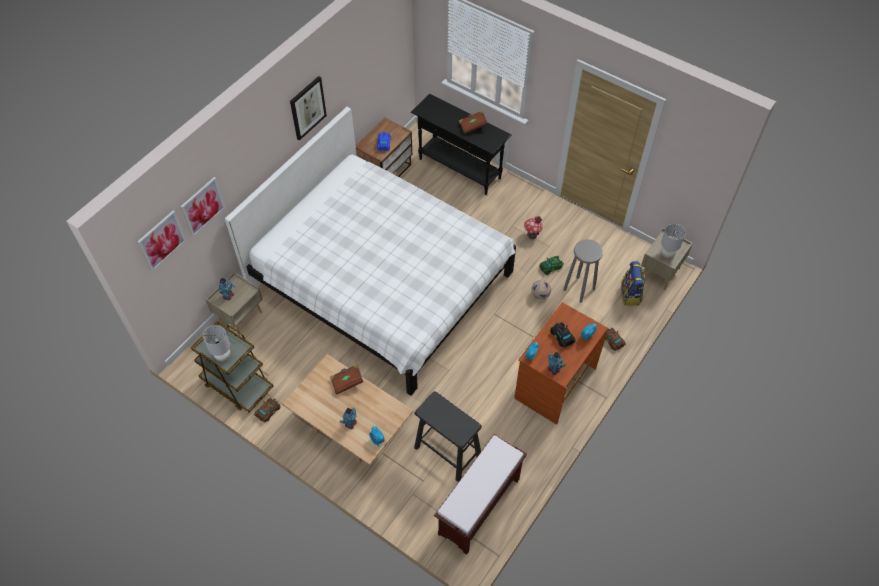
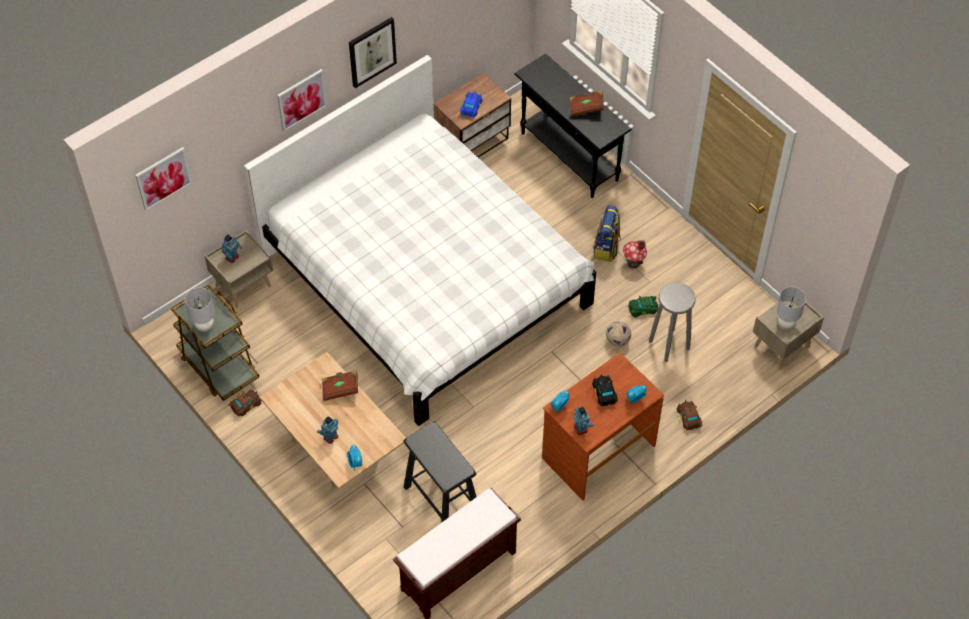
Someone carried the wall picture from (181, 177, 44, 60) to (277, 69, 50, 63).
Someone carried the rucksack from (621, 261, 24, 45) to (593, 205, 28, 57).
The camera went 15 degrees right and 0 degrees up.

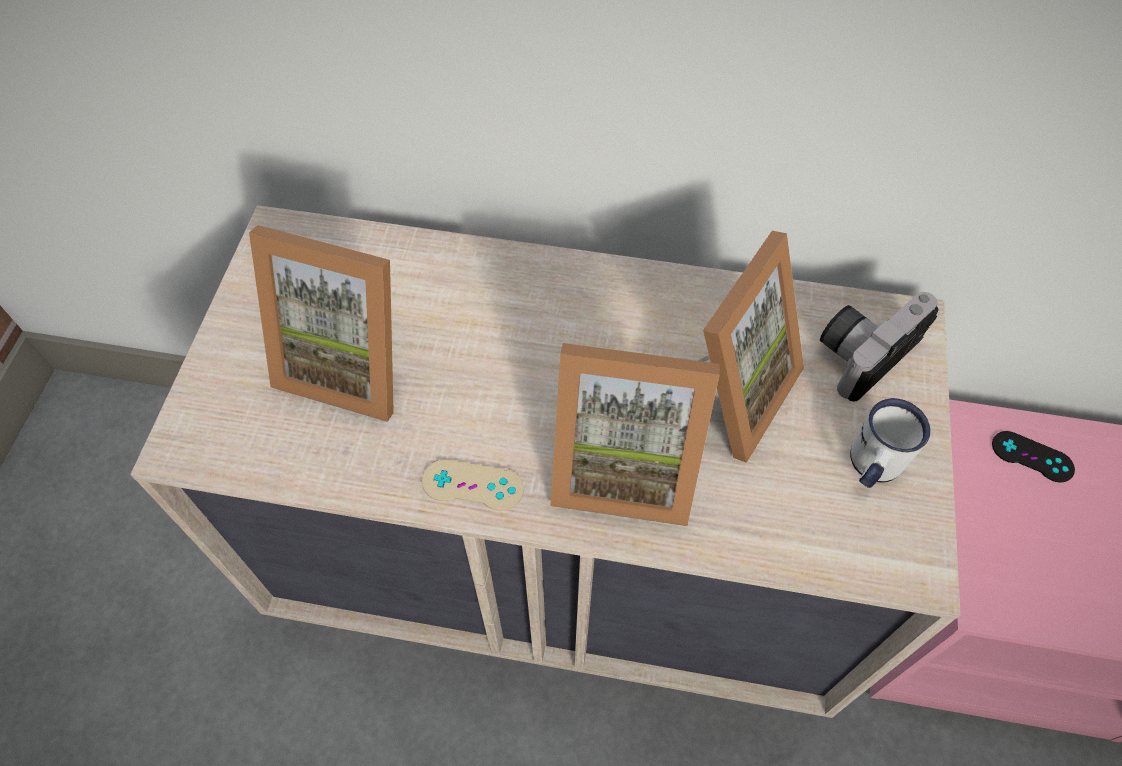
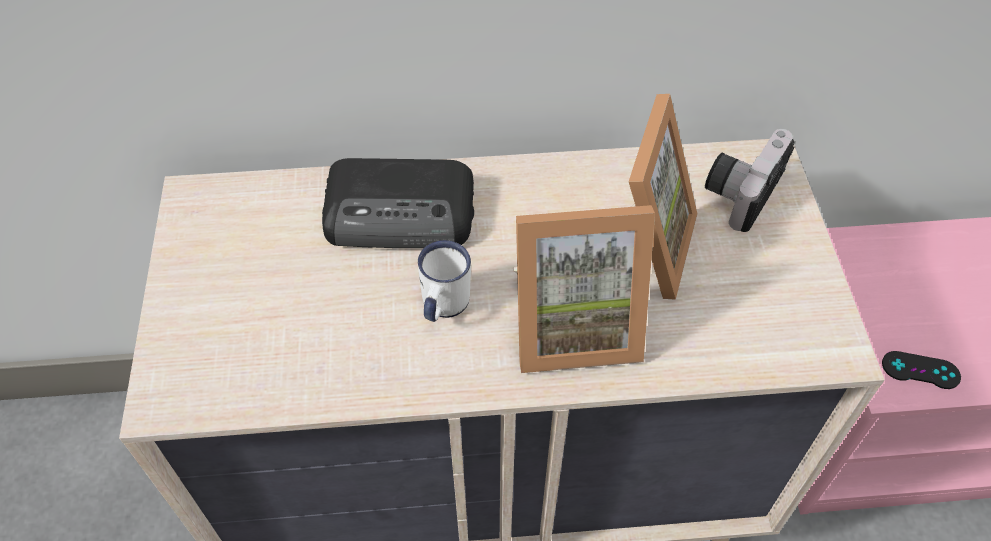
Someone took away the standing frame at (249, 225, 145, 197).
Someone took away the beige-coloured gamepad at (422, 459, 102, 52).
Someone put down the radio receiver at (322, 158, 152, 90).
Someone carried the white-coloured mug from (850, 398, 80, 90) to (418, 240, 53, 82).
Someone carried the blackish gamepad from (992, 431, 83, 52) to (882, 351, 79, 38).
The camera went 15 degrees left and 5 degrees down.

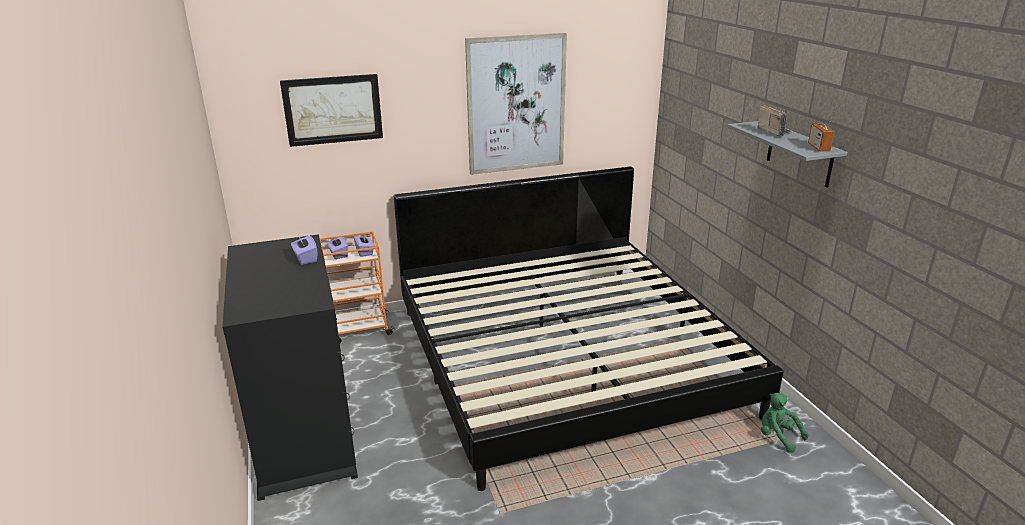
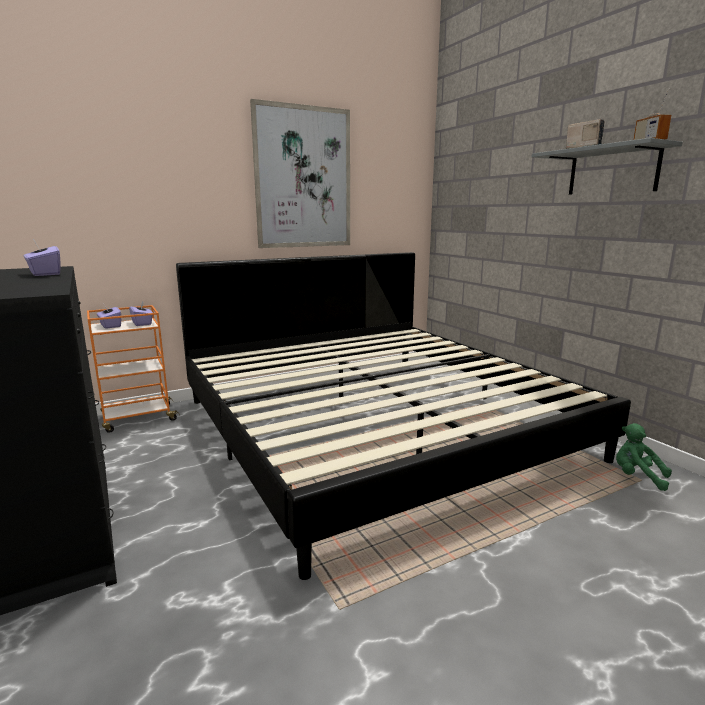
Someone took away the wall picture at (280, 74, 103, 73).
The camera went 10 degrees left and 10 degrees down.

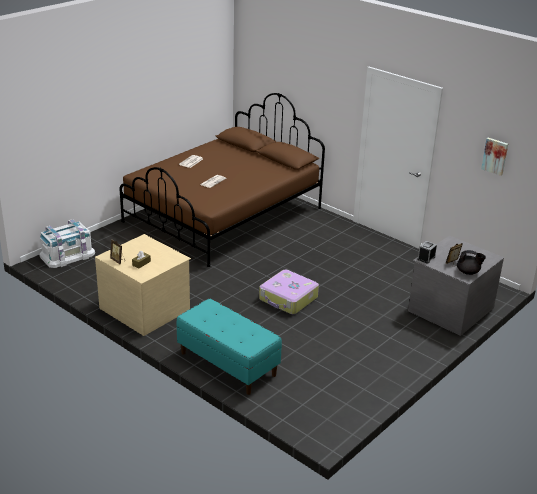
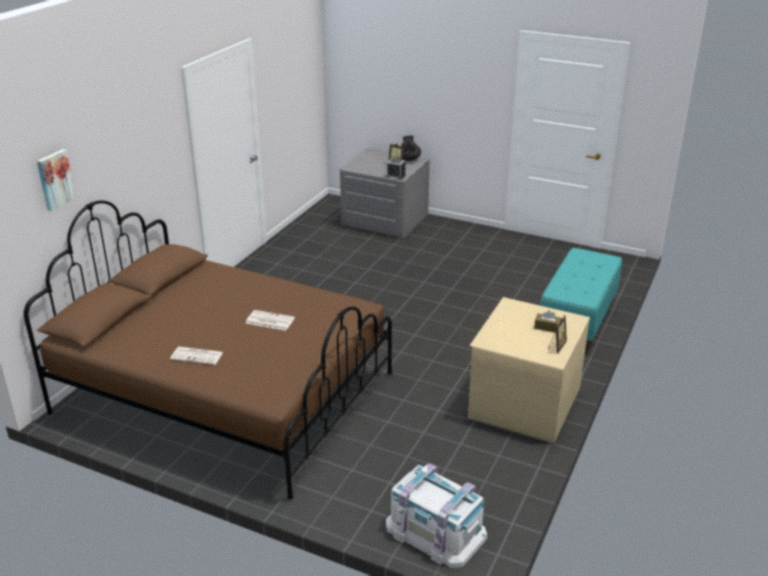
Someone took away the travel case at (259, 270, 60, 44).
Someone carried the wall picture from (481, 138, 27, 38) to (37, 149, 39, 62).
The camera went 105 degrees left and 0 degrees up.

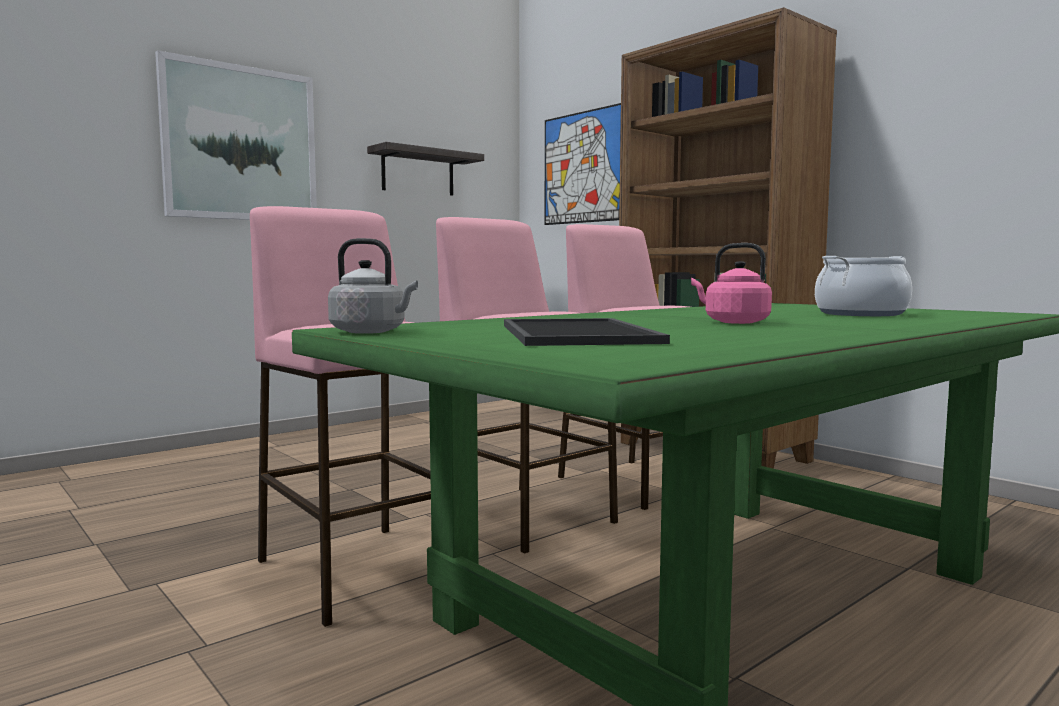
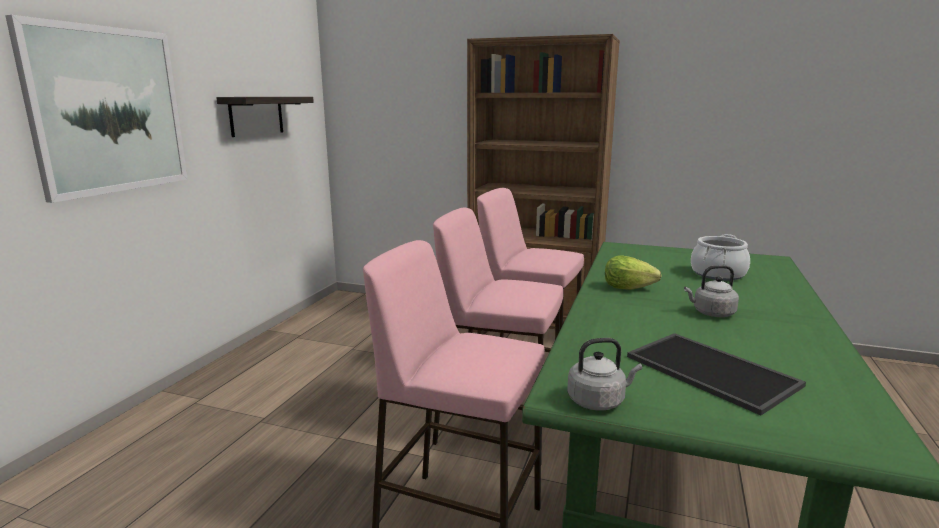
Someone took away the wall picture at (545, 103, 76, 122).
Someone put down the lettuce head at (605, 256, 56, 34).
Someone repainted the pink-coloured kettle at (691, 243, 81, 81), which became the greyish kettle at (684, 265, 55, 52).
The camera went 30 degrees left and 10 degrees up.

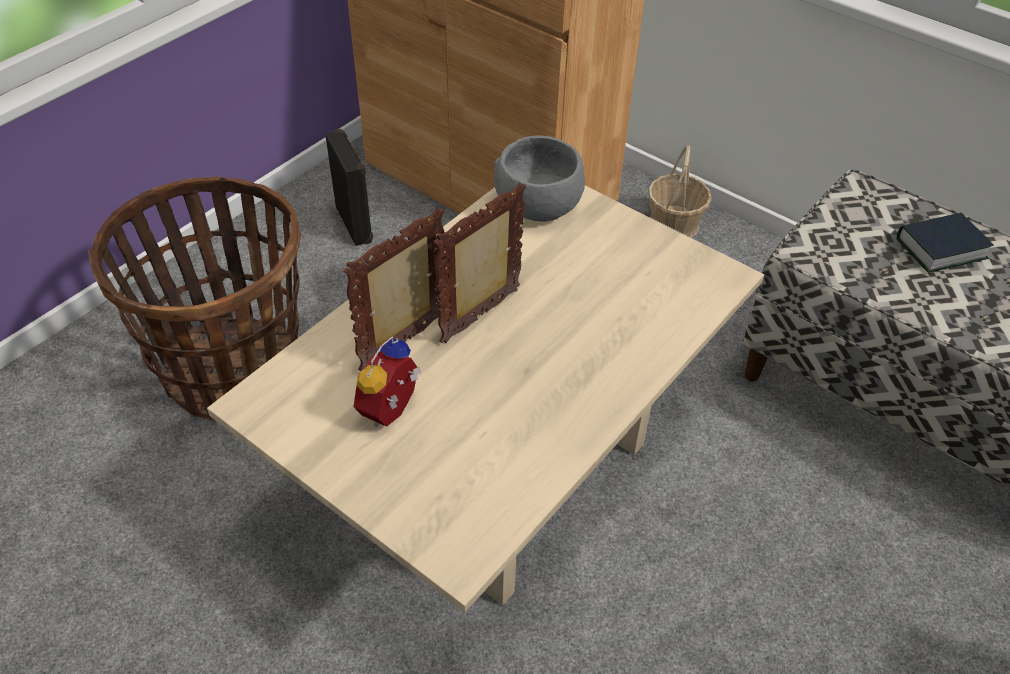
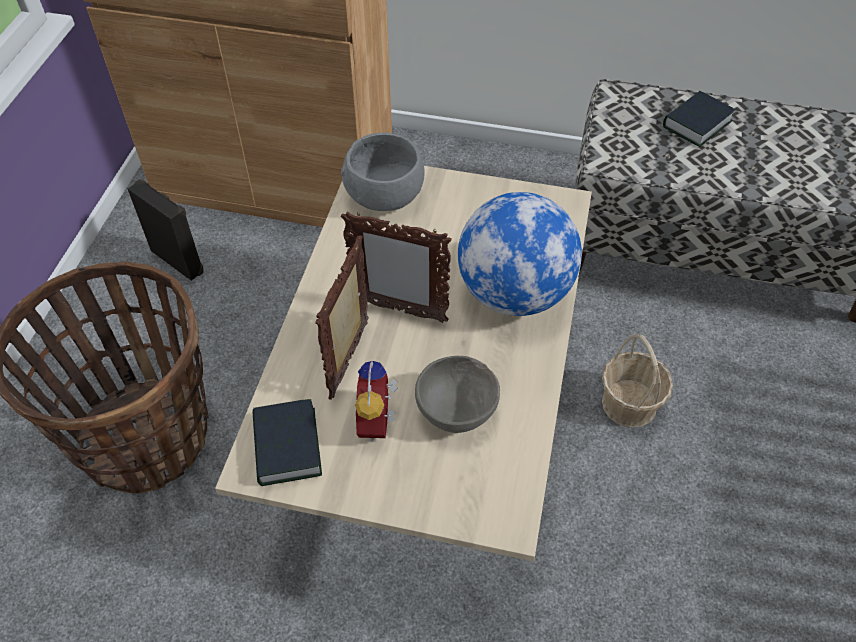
Someone put down the bound book at (253, 399, 69, 87).
Someone put down the greyish serving bowl at (415, 356, 85, 77).
Someone put down the globe at (458, 192, 124, 124).
Someone carried the basket from (648, 145, 64, 93) to (602, 334, 71, 94).
Someone rotated the standing frame at (434, 182, 92, 161) by 90 degrees counterclockwise.
The camera went 25 degrees left and 5 degrees up.

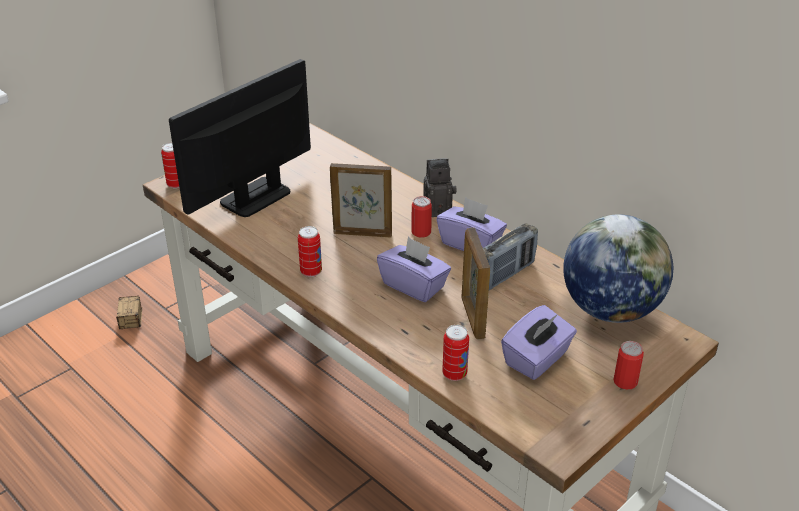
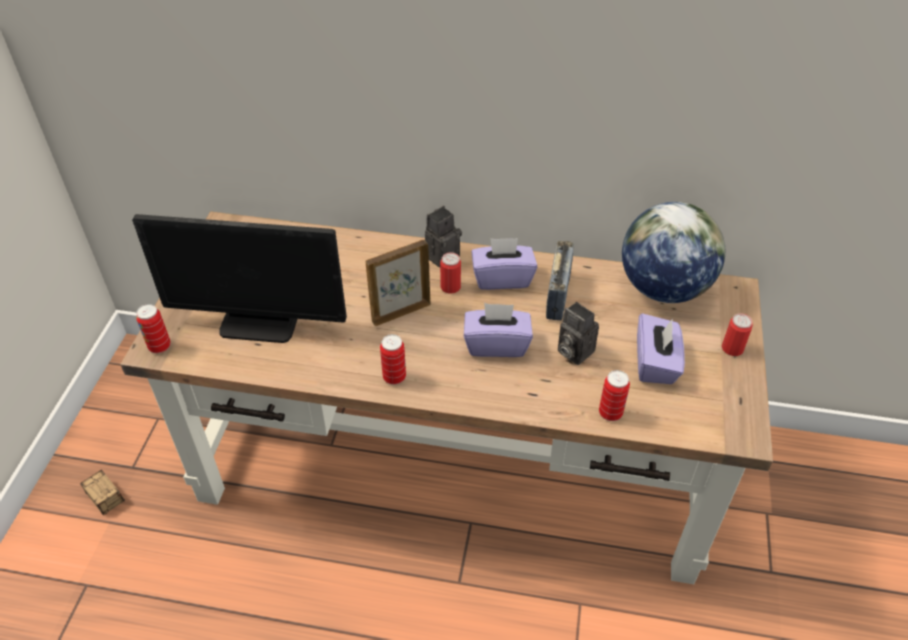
Someone swapped the standing frame at (461, 228, 29, 111) for the still camera at (558, 302, 41, 63).
Someone rotated the computer screen at (169, 59, 142, 158) by 90 degrees counterclockwise.
The camera went 35 degrees left and 10 degrees up.

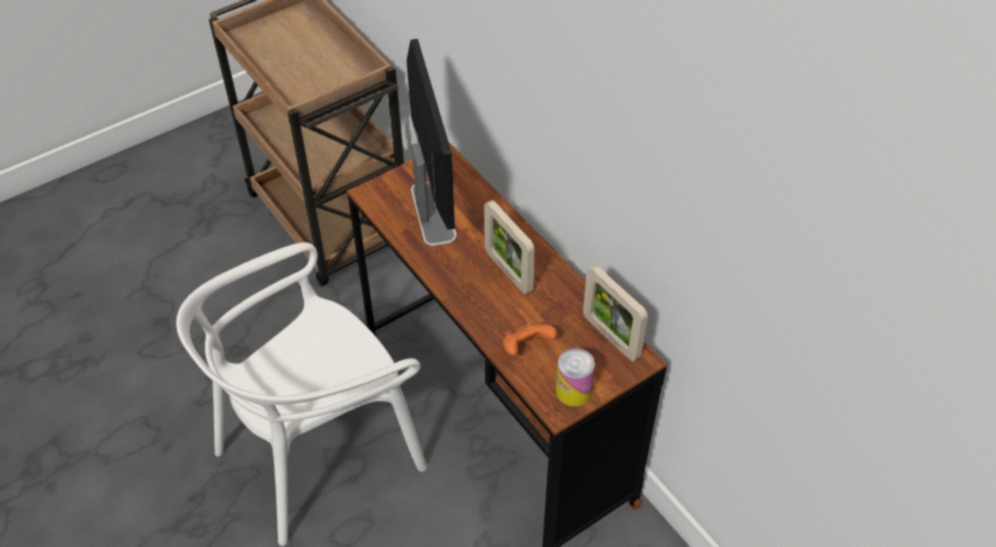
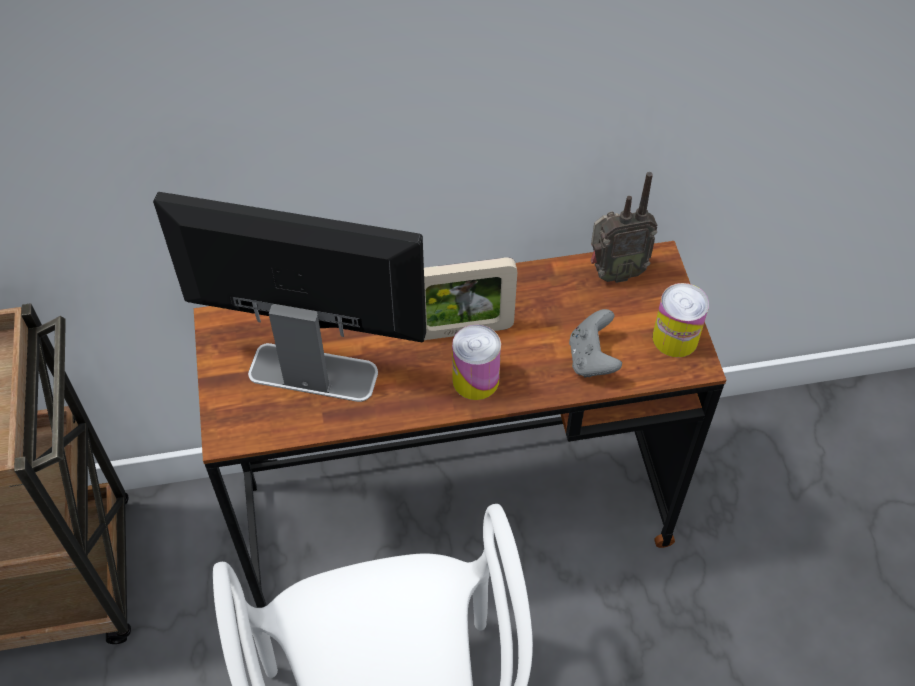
Someone put down the can at (452, 325, 49, 75).
Someone swapped the standing frame at (583, 265, 65, 97) for the radio receiver at (591, 172, 67, 111).
Someone repainted the orange-coloured gamepad at (503, 323, 54, 33), which became the greyish gamepad at (569, 309, 53, 69).
The camera went 65 degrees left and 5 degrees up.

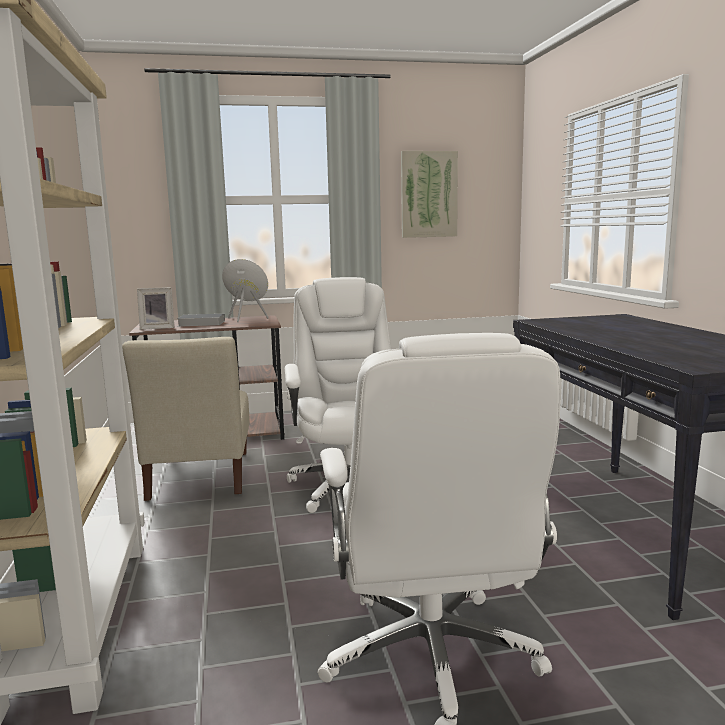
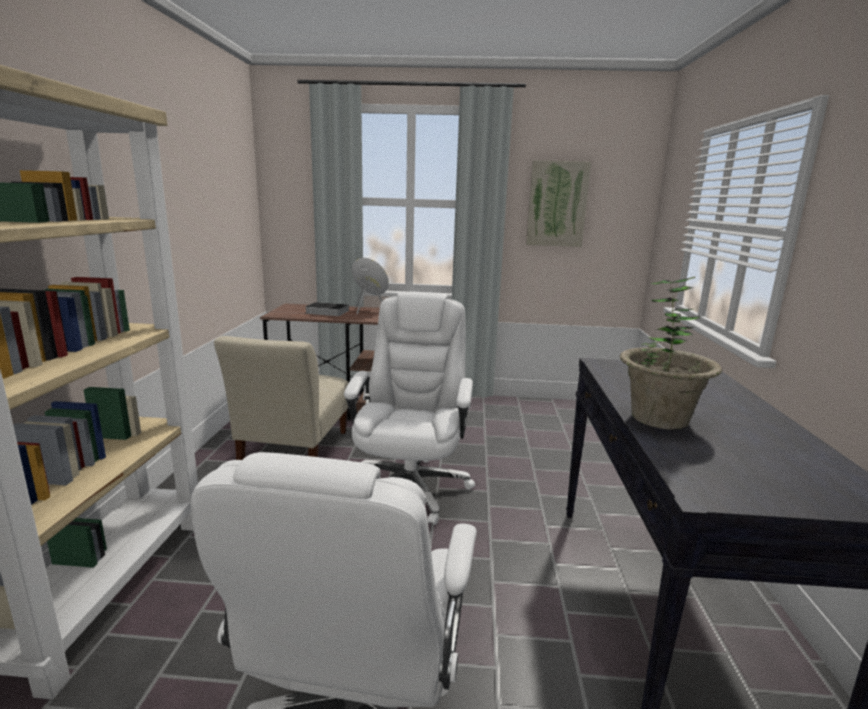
Someone took away the standing frame at (137, 287, 37, 43).
Someone put down the plant in a pot at (620, 276, 102, 153).
The camera went 15 degrees right and 5 degrees up.

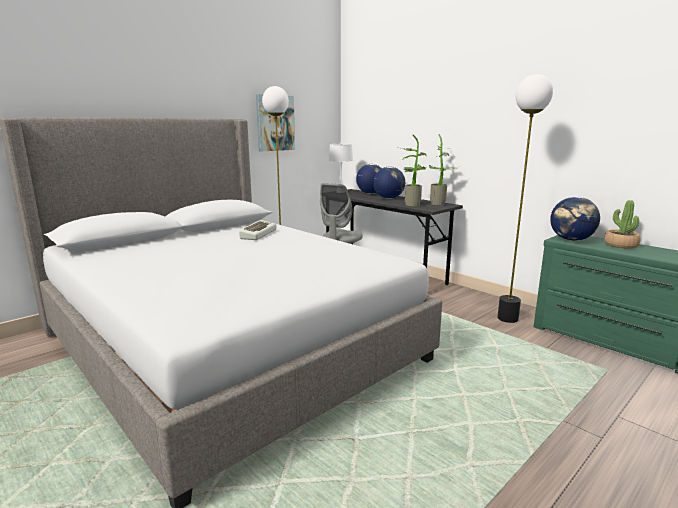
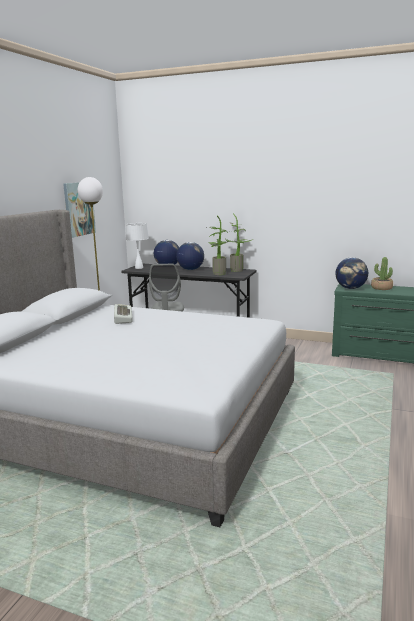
Someone took away the standard lamp at (497, 74, 56, 249).
The camera went 25 degrees left and 0 degrees up.

